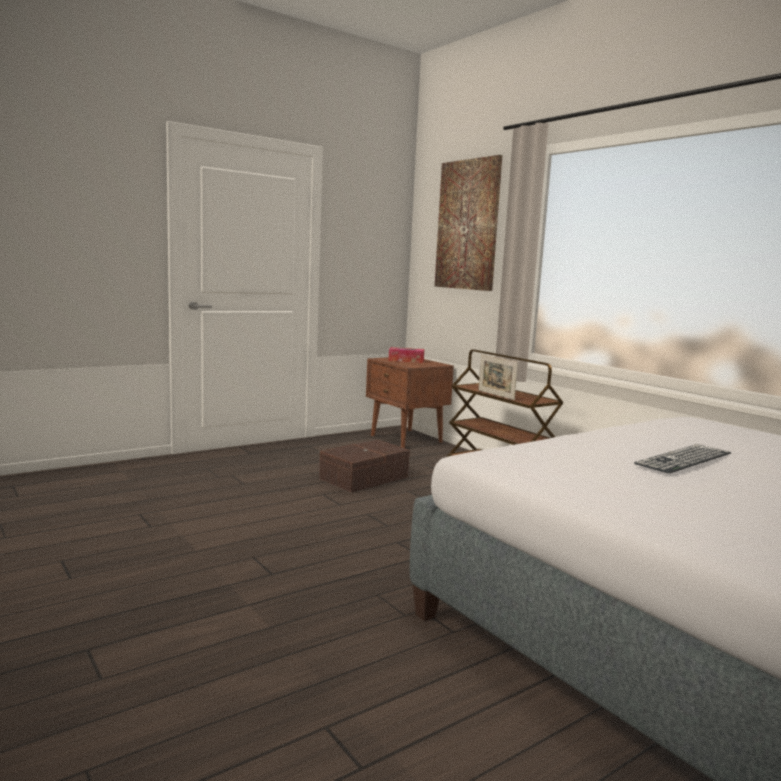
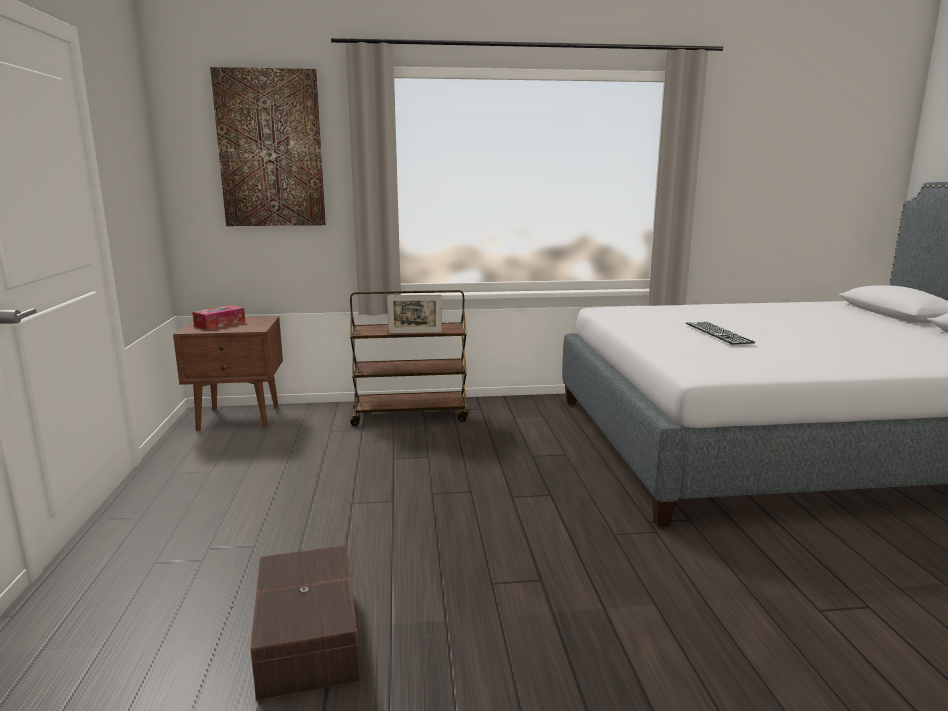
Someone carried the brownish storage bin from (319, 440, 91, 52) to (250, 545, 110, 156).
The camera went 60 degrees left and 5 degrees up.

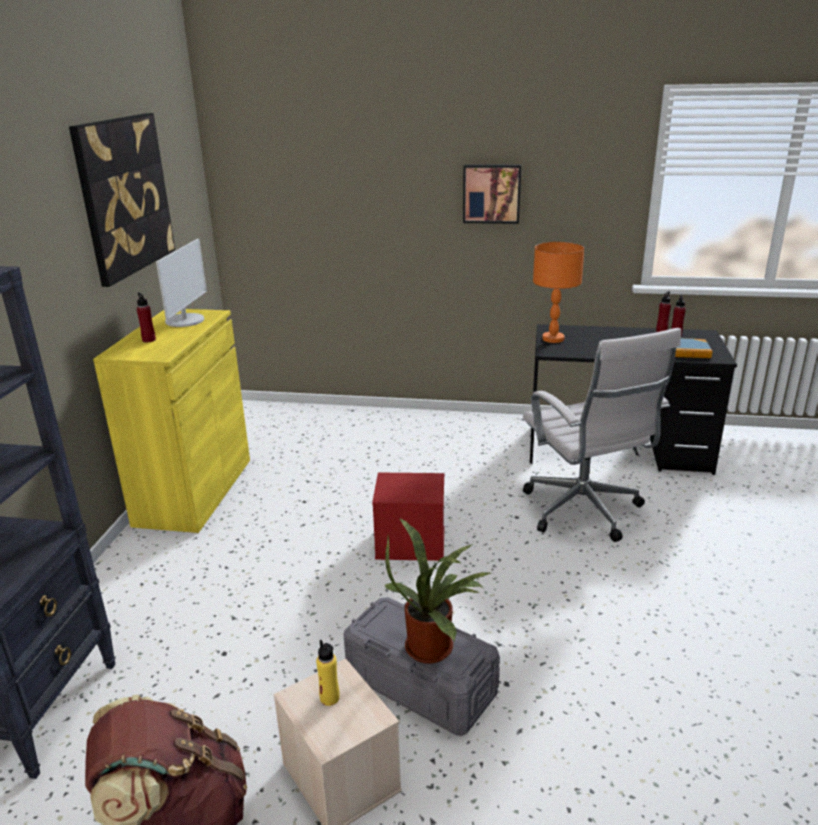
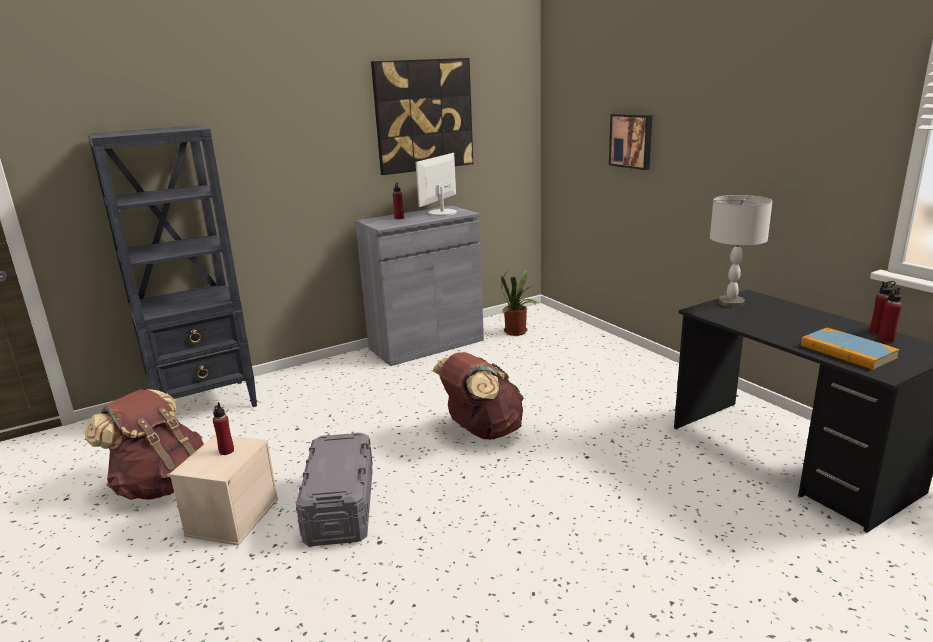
Someone took away the white-coloured computer chair at (523, 328, 158, 214).
Someone carried the plant in a pot from (385, 519, 108, 145) to (501, 269, 40, 67).
Someone carried the wall picture from (463, 164, 59, 60) to (609, 114, 44, 56).
Someone swapped the red storage bin at (372, 473, 72, 88) for the brownish rucksack at (433, 352, 91, 87).
Someone repainted the yellowish cupboard at (93, 309, 157, 224), which became the greyish cupboard at (355, 205, 129, 161).
Someone repainted the yellowish drink bottle at (316, 640, 24, 66), which became the red drink bottle at (213, 402, 21, 53).
Someone repainted the orange-coloured tabletop lamp at (533, 242, 51, 101), which became the greyish tabletop lamp at (710, 195, 63, 113).
Someone rotated the computer screen at (156, 239, 51, 88) by 150 degrees clockwise.
The camera went 50 degrees right and 5 degrees down.

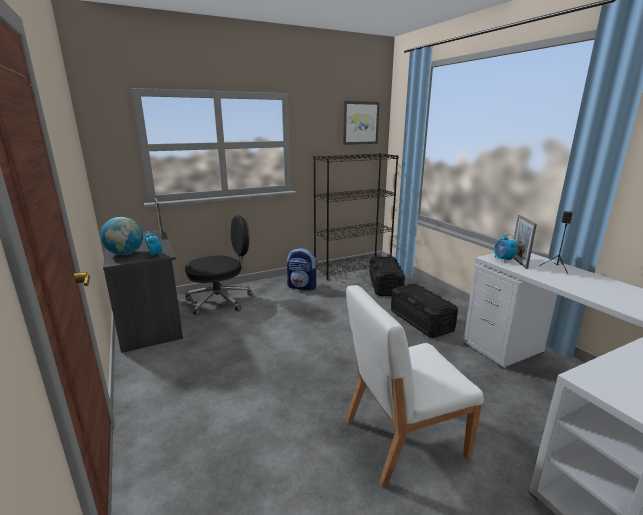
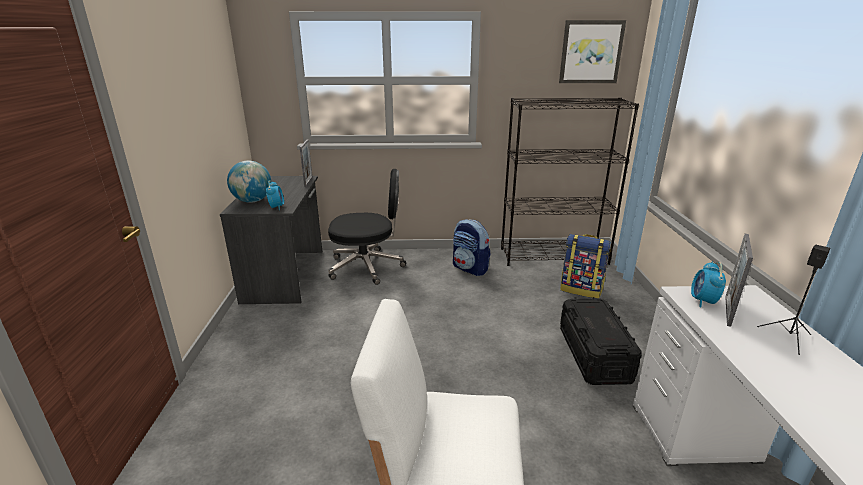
Someone swapped the blackish storage bin at (370, 256, 35, 40) for the rucksack at (560, 234, 51, 64).
The camera went 25 degrees right and 5 degrees up.

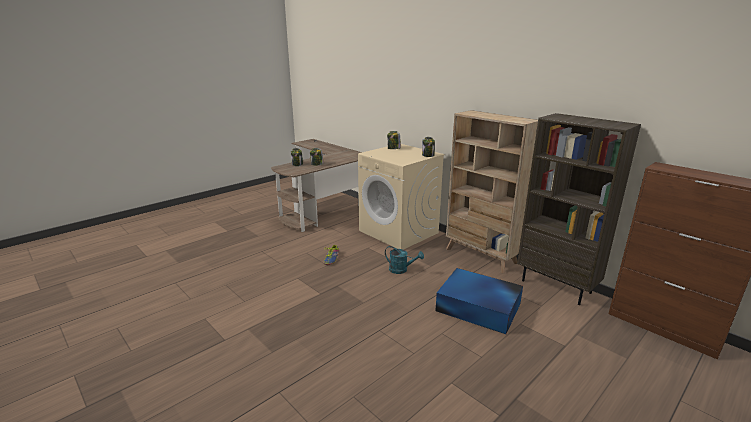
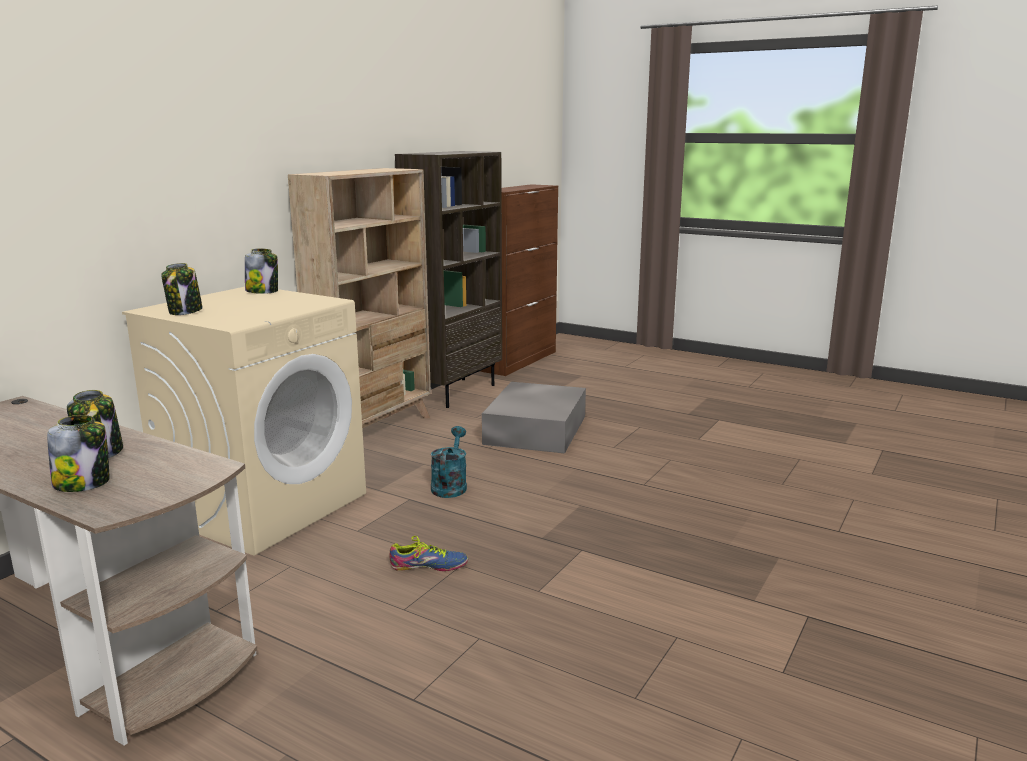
Someone repainted the blue-coloured storage bin at (435, 268, 88, 66), which became the greyish storage bin at (482, 382, 104, 72).
The camera went 105 degrees left and 5 degrees down.

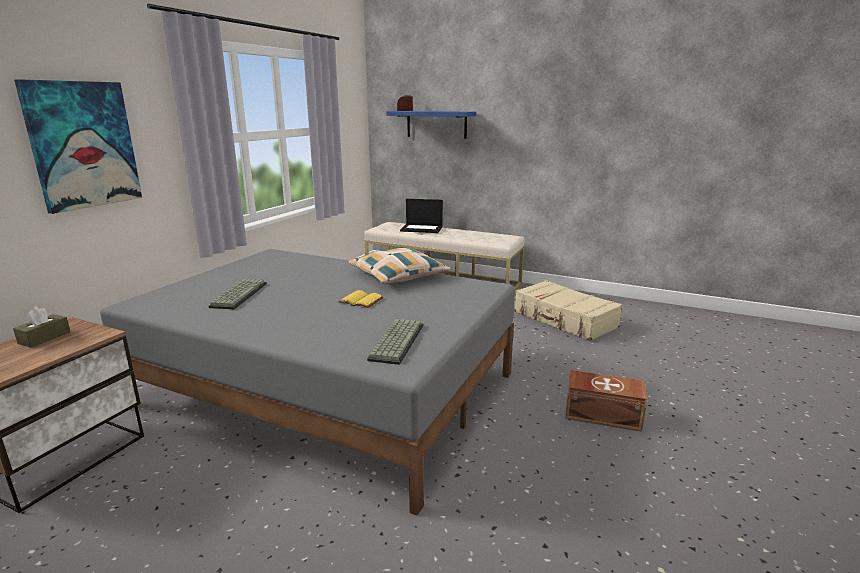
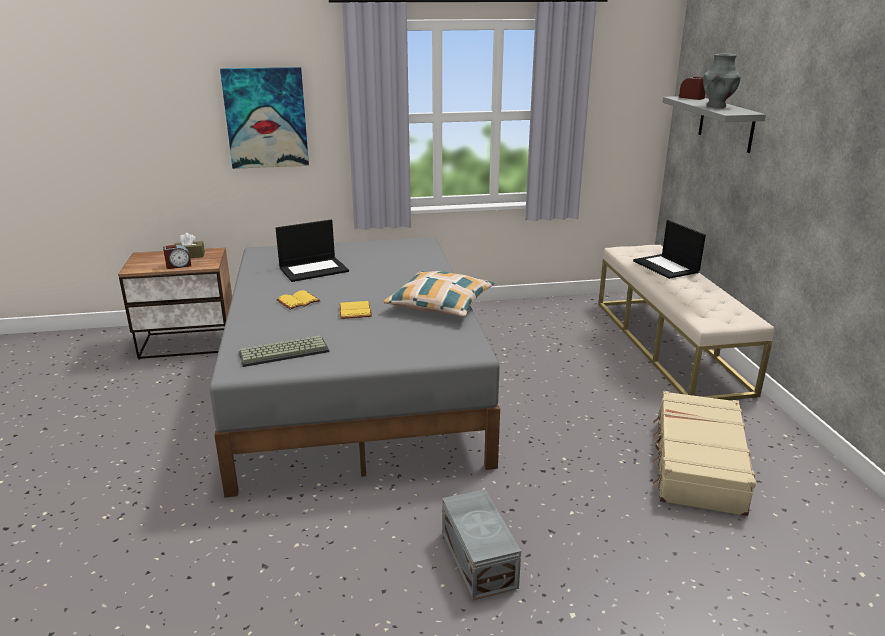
Someone put down the table clock at (163, 245, 28, 24).
Someone put down the yellowish bound book at (276, 290, 45, 20).
Someone put down the greyish decorative vase at (703, 53, 38, 55).
Someone swapped the PC keyboard at (209, 279, 58, 30) for the notebook computer at (275, 220, 74, 62).
Someone repainted the blue-coloured shelf at (387, 111, 89, 28), which became the greyish shelf at (662, 96, 104, 57).
Someone repainted the brownish storage bin at (565, 370, 82, 62), which became the greyish storage bin at (442, 489, 79, 111).
The camera went 55 degrees right and 5 degrees up.

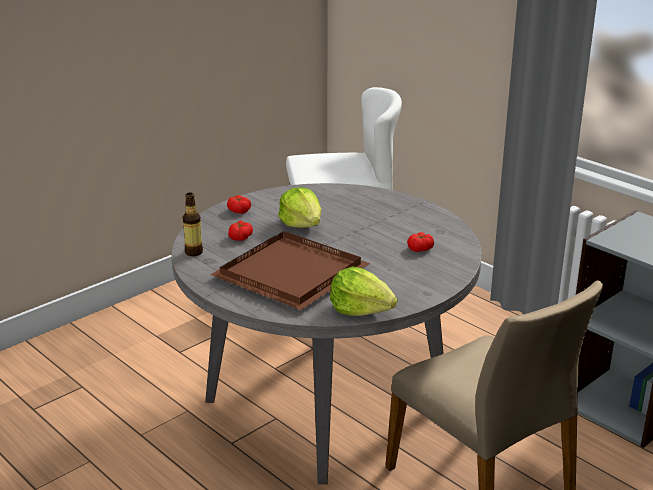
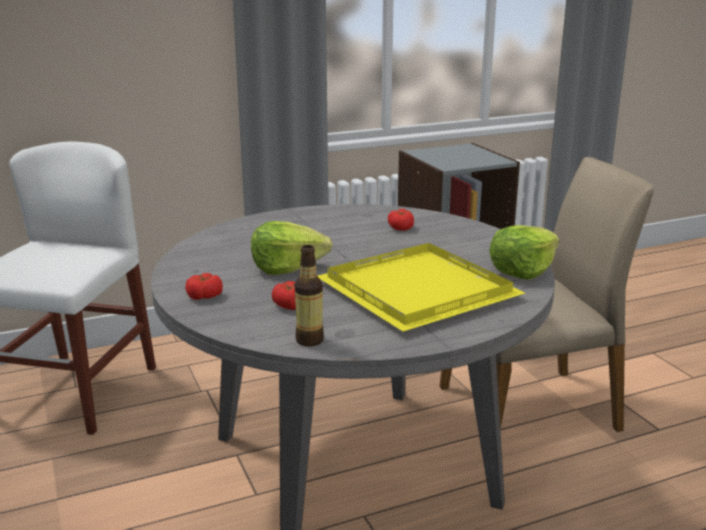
Someone repainted the brownish carrying tray at (210, 231, 160, 79), which became the yellowish carrying tray at (318, 243, 207, 88).
The camera went 70 degrees left and 5 degrees down.

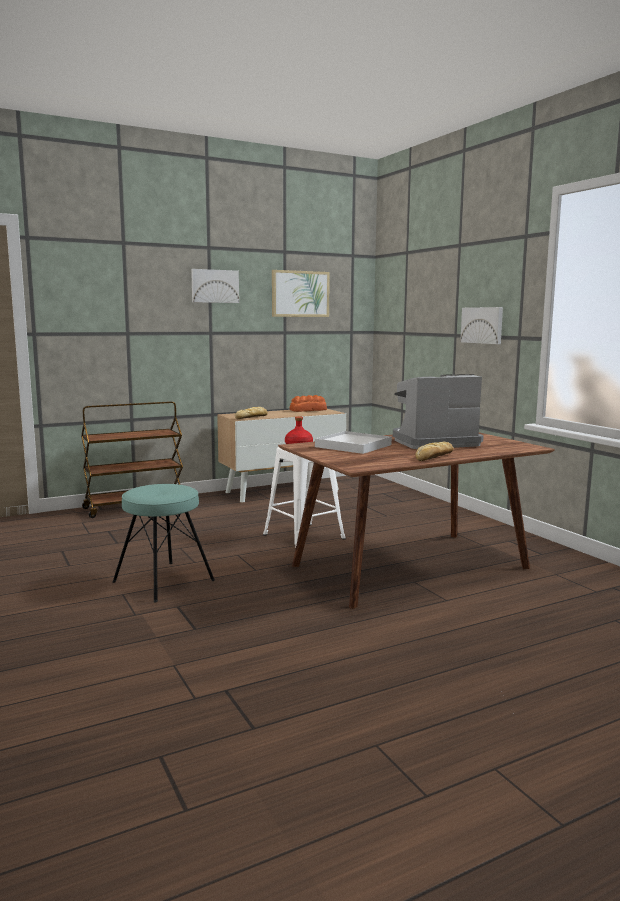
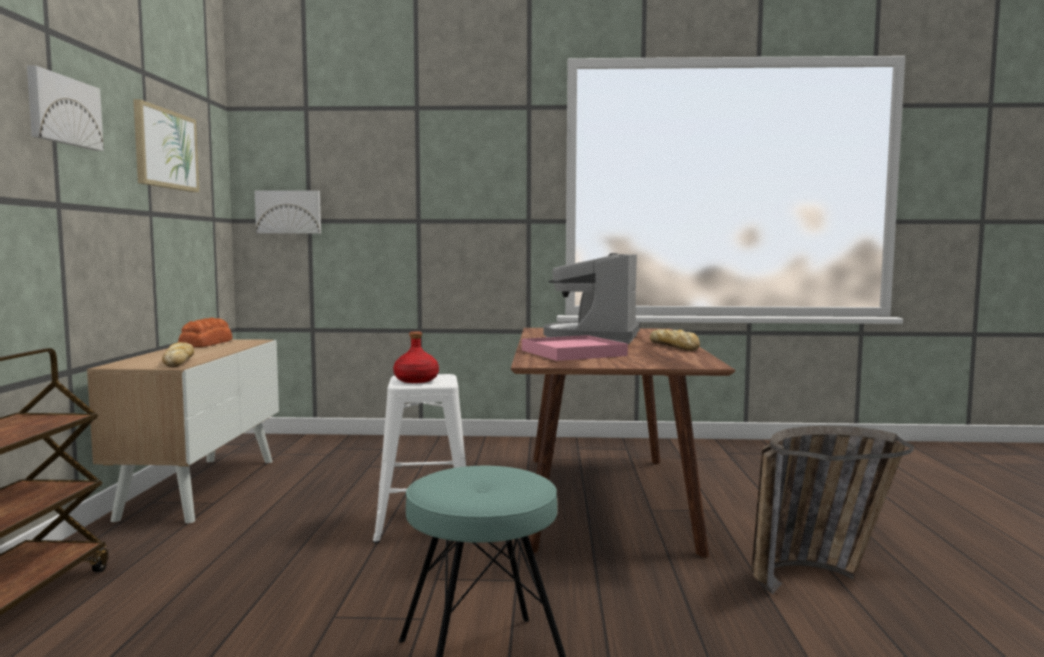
Someone put down the basket at (751, 426, 163, 168).
Someone carried the wall picture from (460, 307, 43, 37) to (254, 190, 67, 44).
Someone repainted the white-coloured carrying tray at (315, 431, 77, 23), which became the pink-coloured carrying tray at (522, 335, 106, 26).
The camera went 60 degrees left and 5 degrees down.

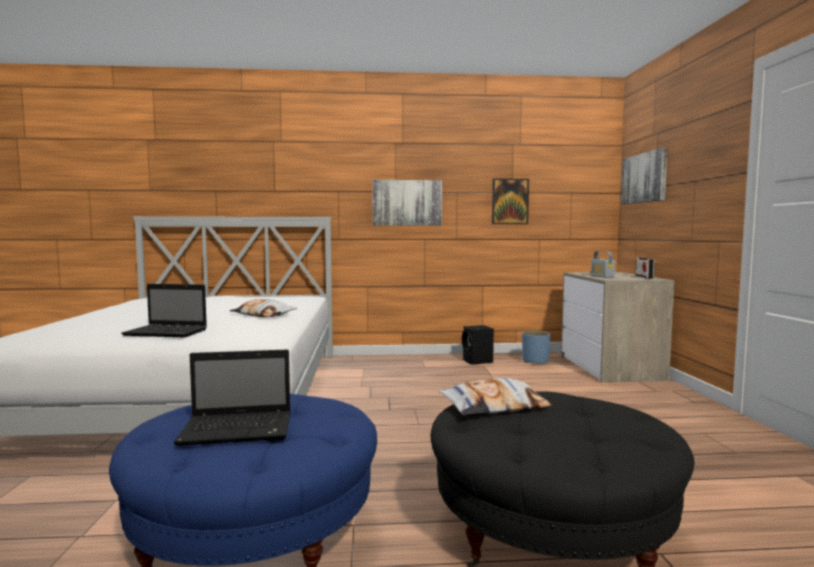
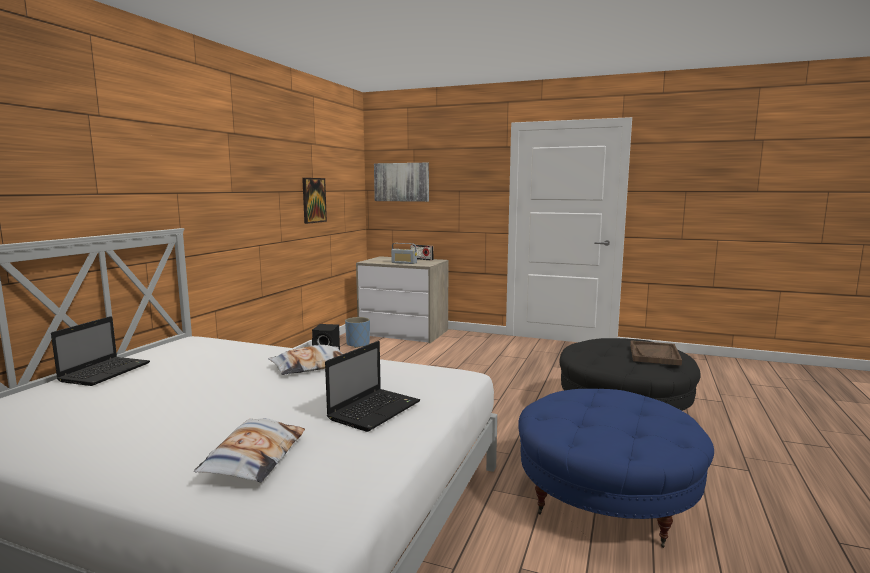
Someone took away the wall picture at (372, 180, 70, 46).
Someone put down the brownish carrying tray at (630, 340, 52, 26).
Someone carried the notebook computer from (174, 349, 117, 97) to (51, 316, 99, 70).
Someone carried the throw pillow from (438, 378, 114, 37) to (194, 418, 111, 64).
The camera went 65 degrees left and 5 degrees up.

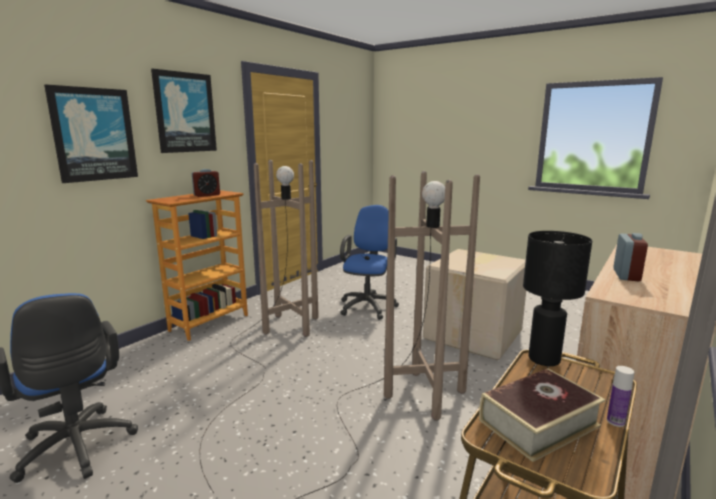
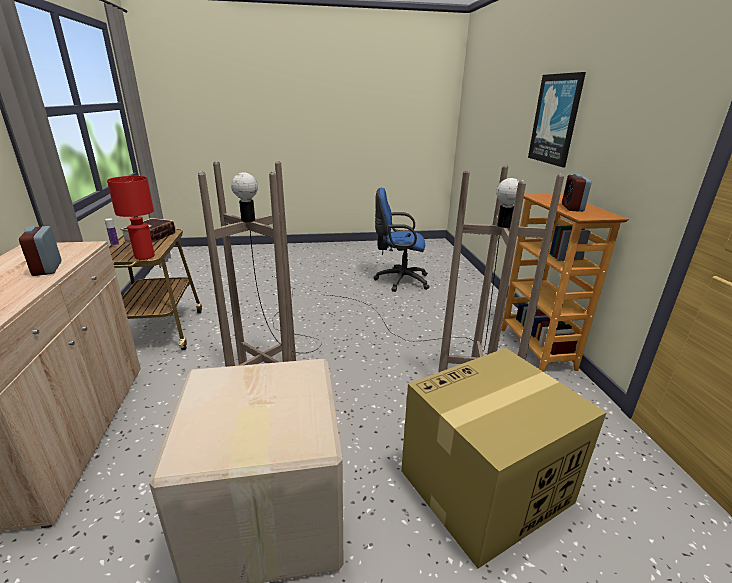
Someone took away the wall picture at (151, 69, 66, 84).
Someone swapped the blue-coloured computer chair at (340, 205, 59, 115) for the carton at (401, 348, 206, 221).
Someone repainted the blackish tabletop lamp at (523, 231, 70, 135), which became the red tabletop lamp at (107, 176, 48, 84).
The camera went 135 degrees right and 10 degrees up.

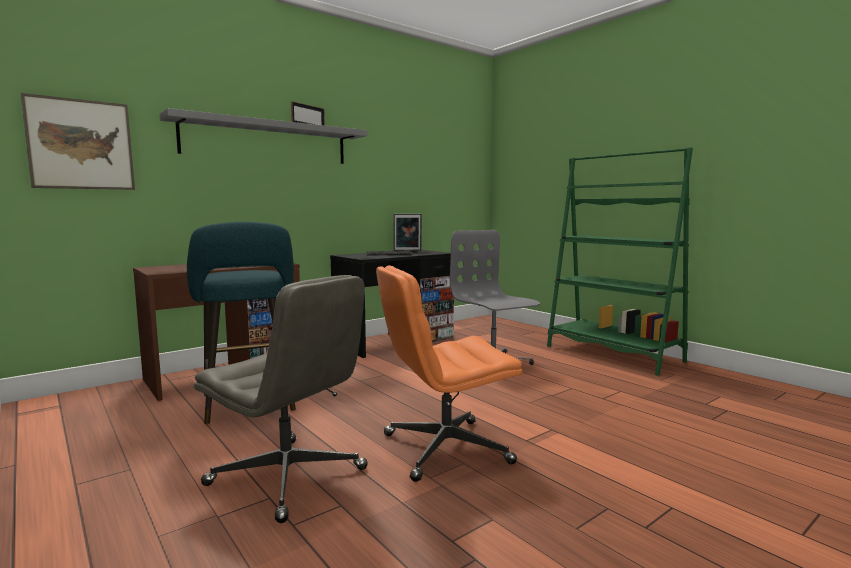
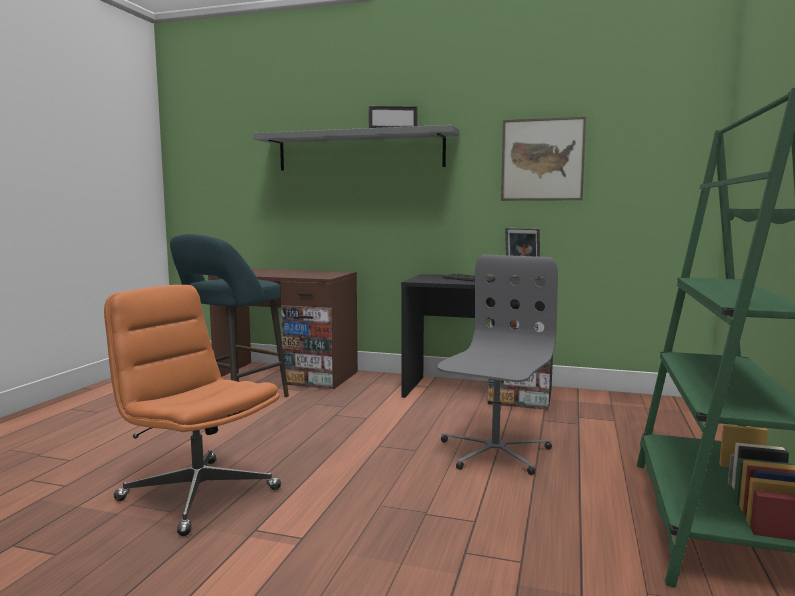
Someone took away the greyish computer chair at (194, 275, 174, 248).
Someone carried the wall picture from (21, 93, 114, 97) to (501, 117, 85, 84).
The camera went 55 degrees right and 0 degrees up.

